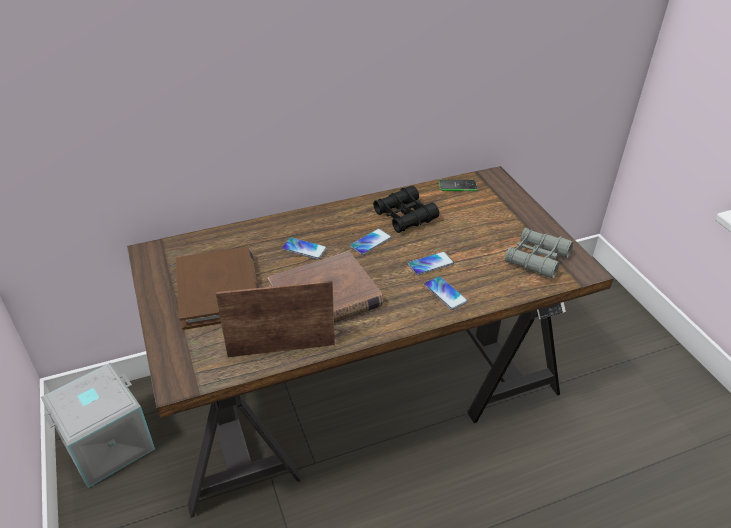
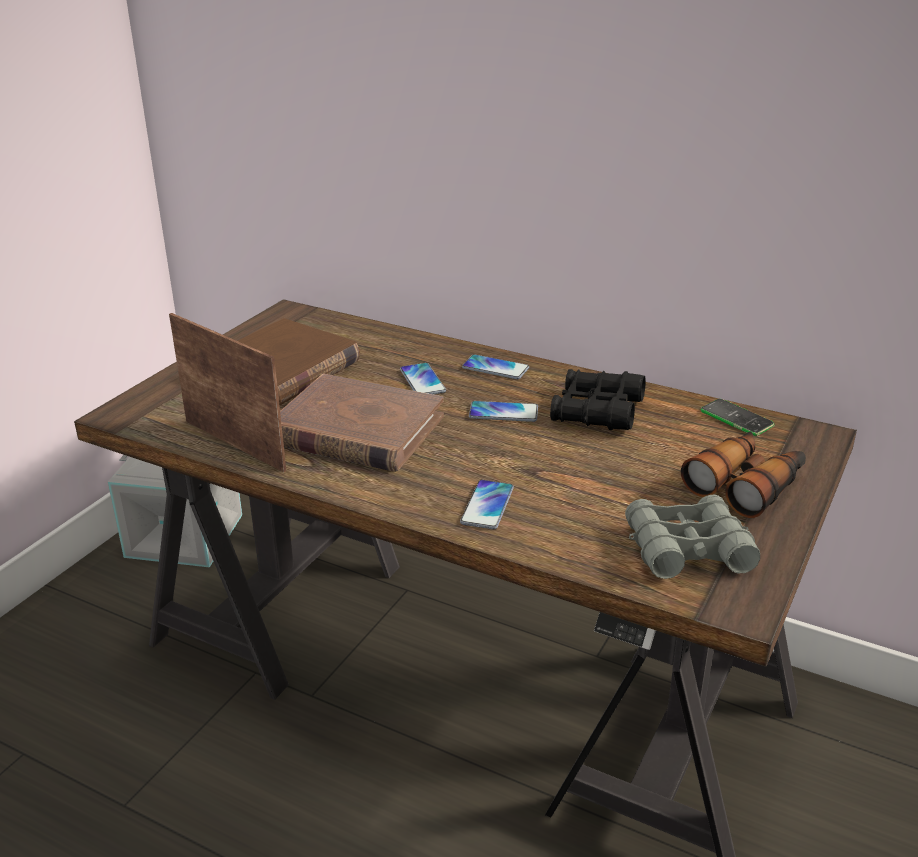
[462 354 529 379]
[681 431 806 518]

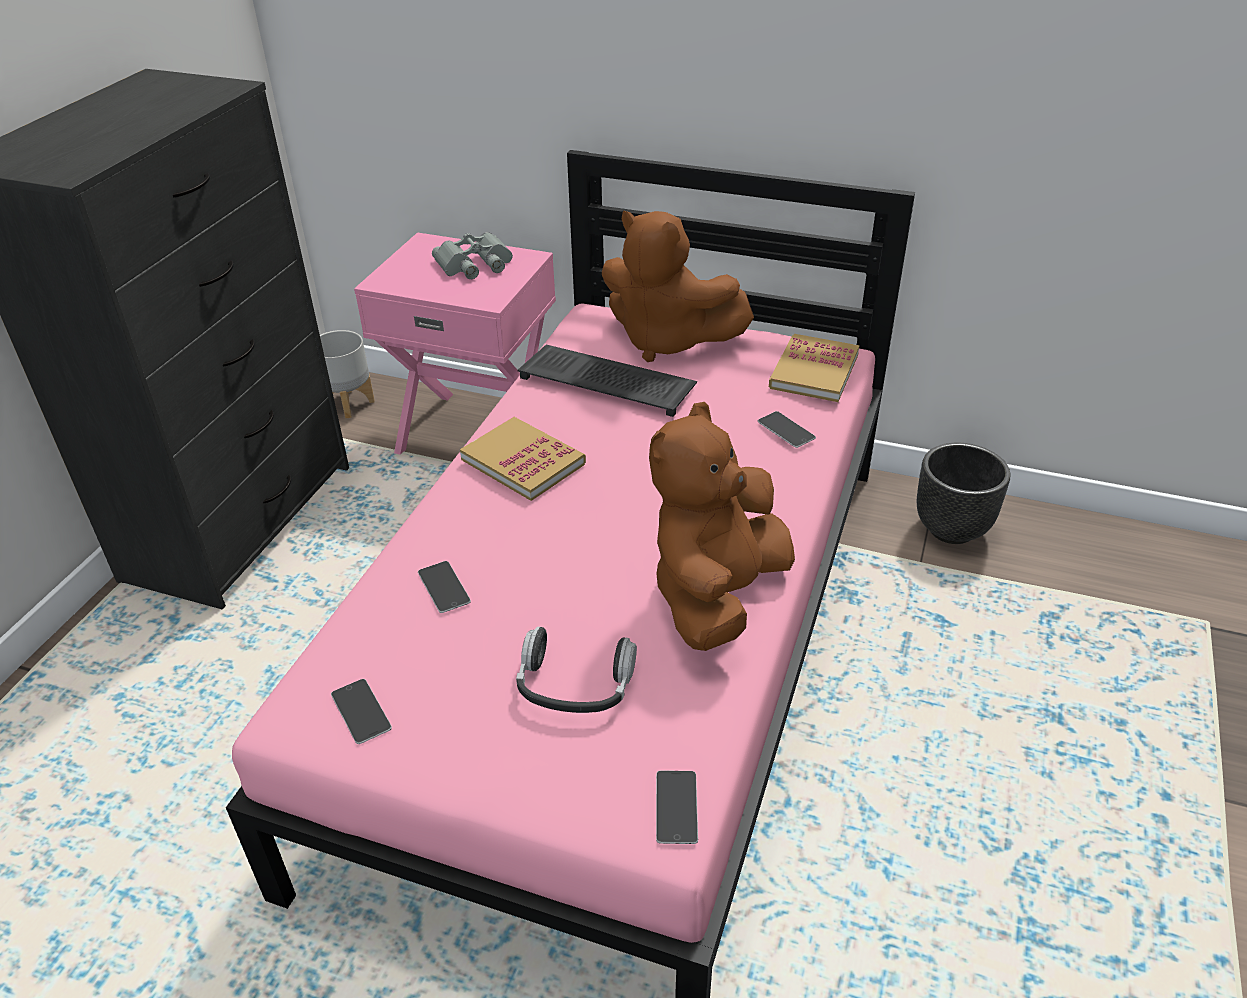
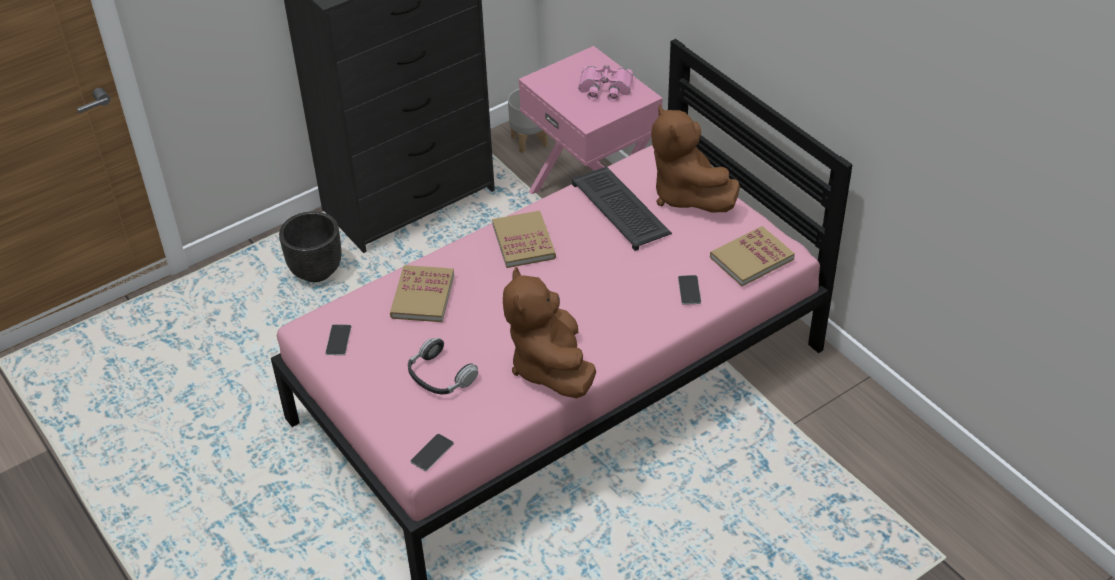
[578 65 633 102]
[503 267 596 399]
[279 211 341 282]
[390 265 454 322]

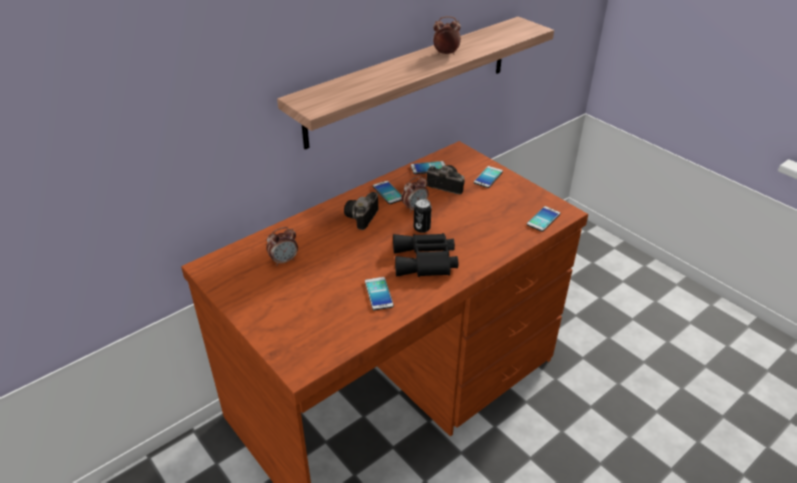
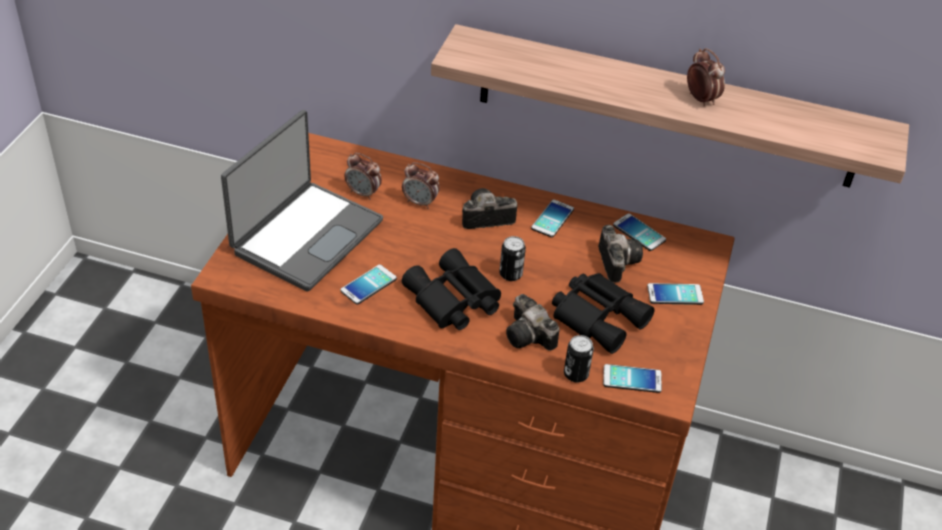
[402 162 440 209]
[221 110 383 292]
[552 273 655 354]
[506 294 559 351]
[564 335 594 382]

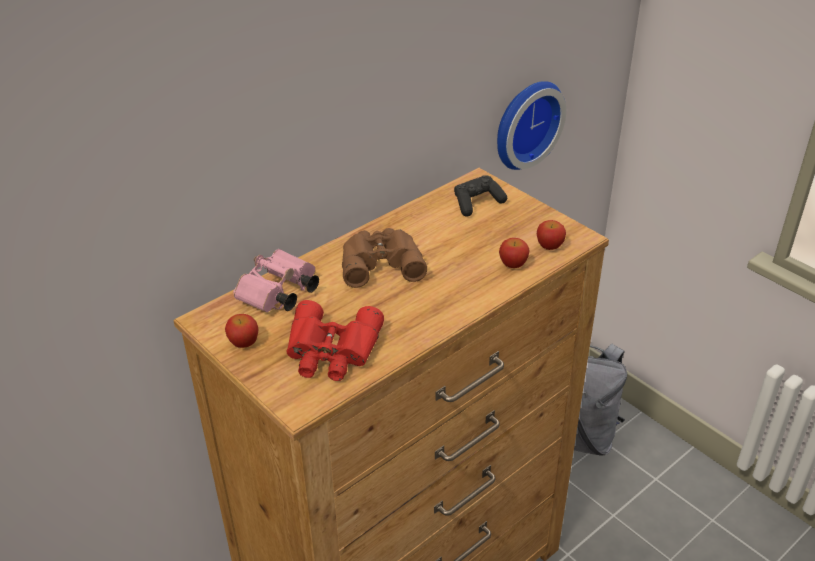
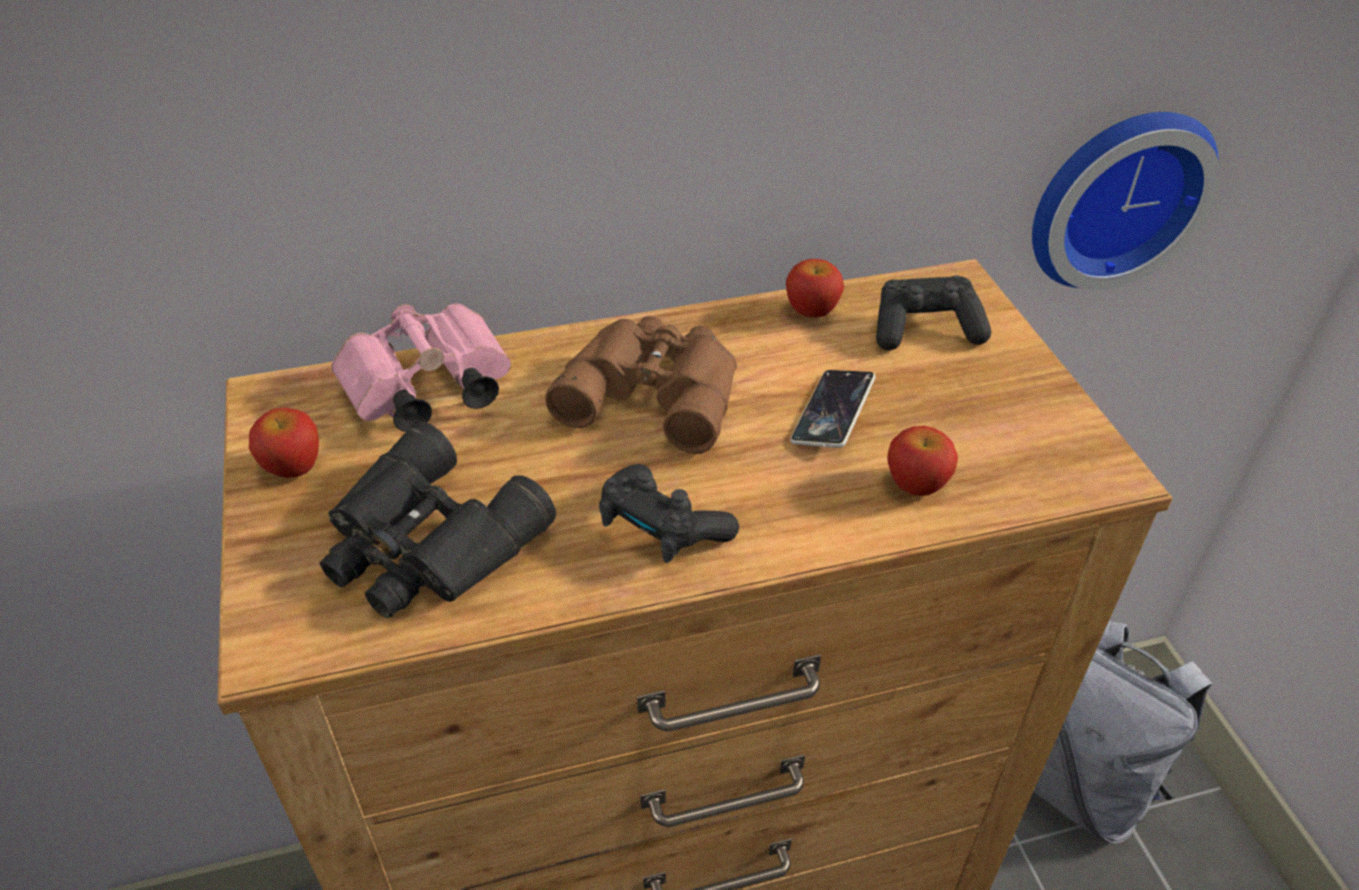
[786 259 844 318]
[319 421 556 618]
[790 370 876 448]
[599 464 739 563]

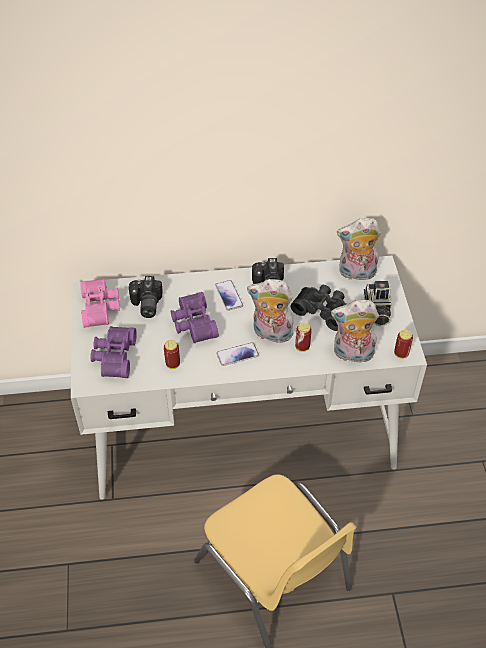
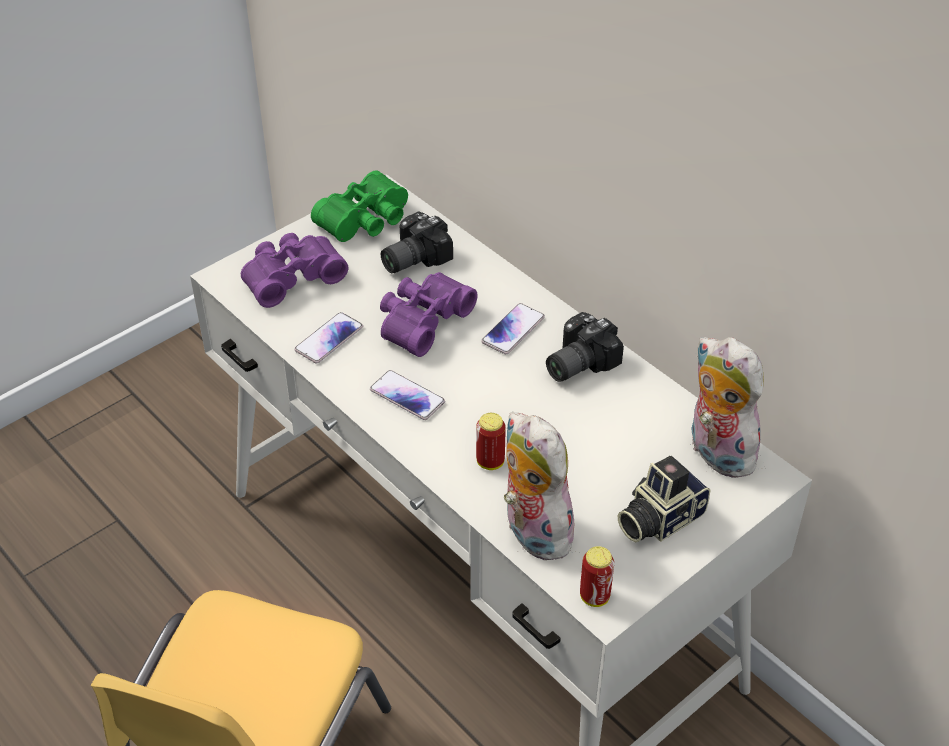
[311 170 408 242]
[247 279 294 343] (first image)
[291 285 347 331] (first image)
[294 312 363 363]

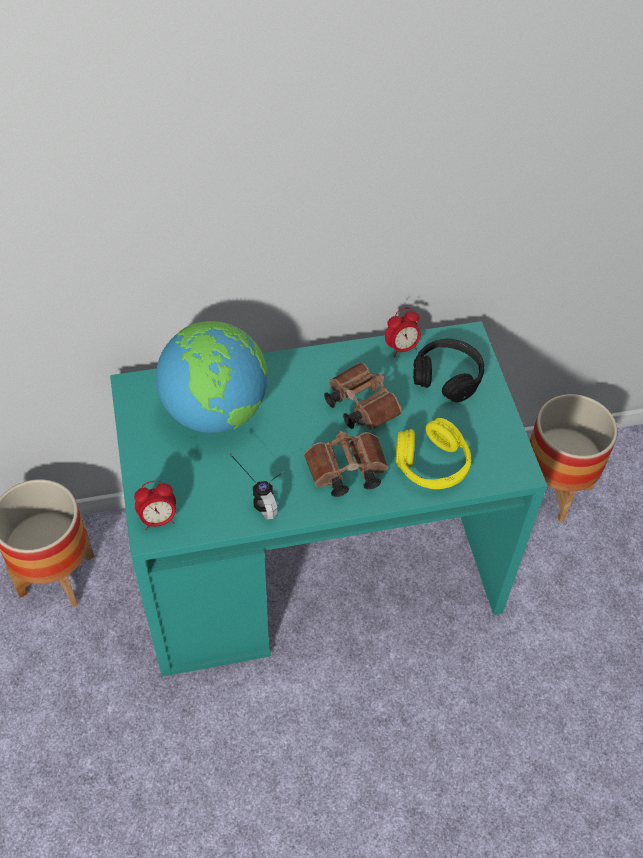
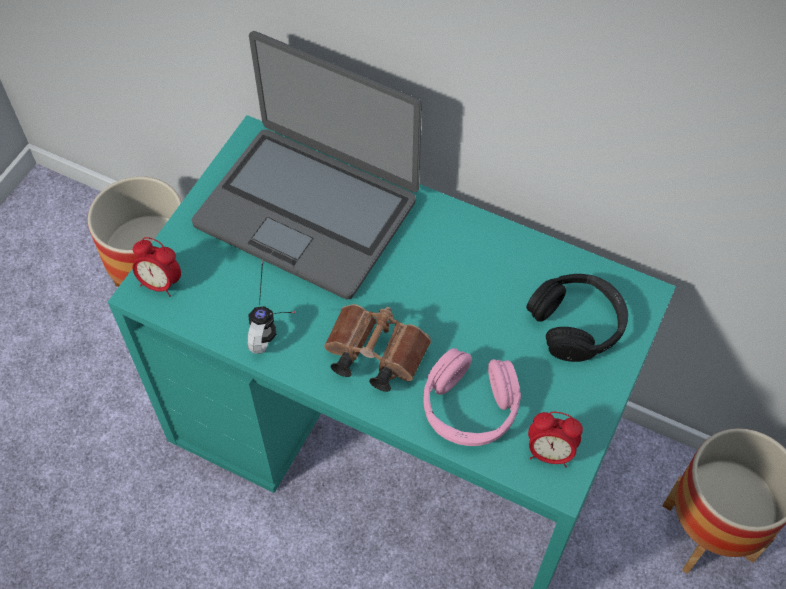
[528 412 583 467]
[192 31 422 300]
[324 363 402 430] (first image)
[423 348 521 446]

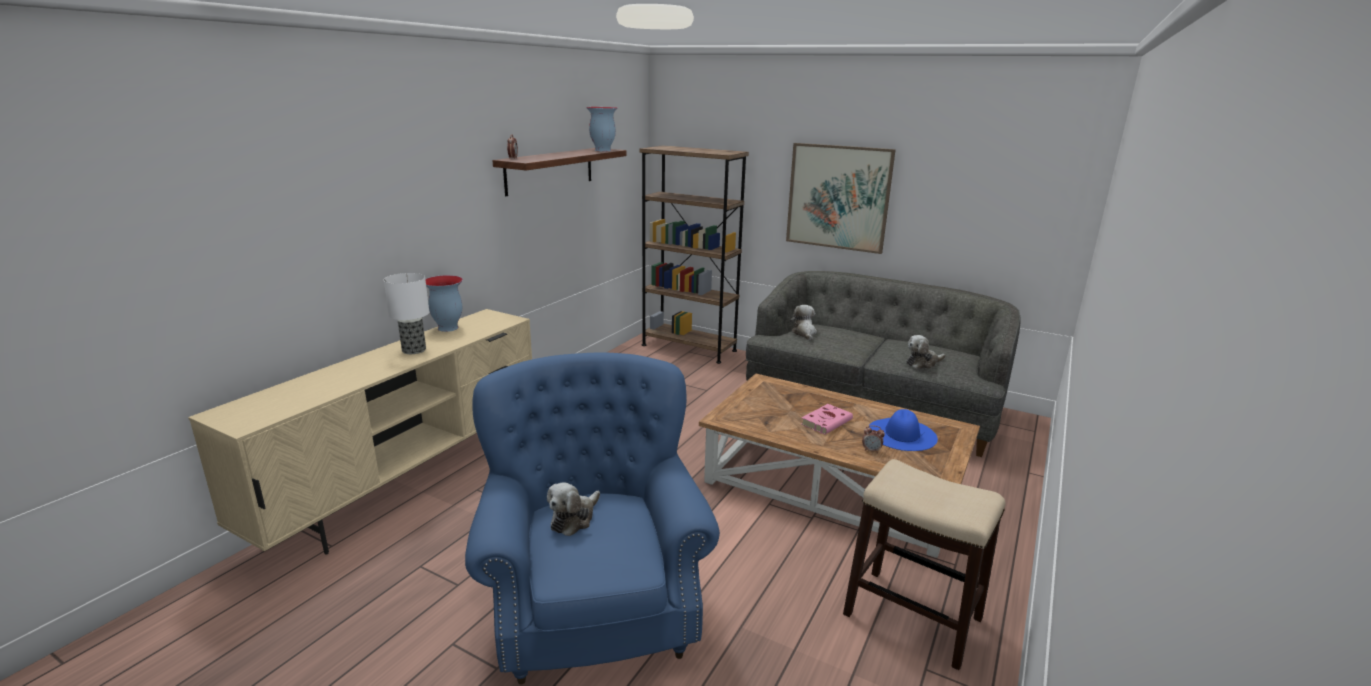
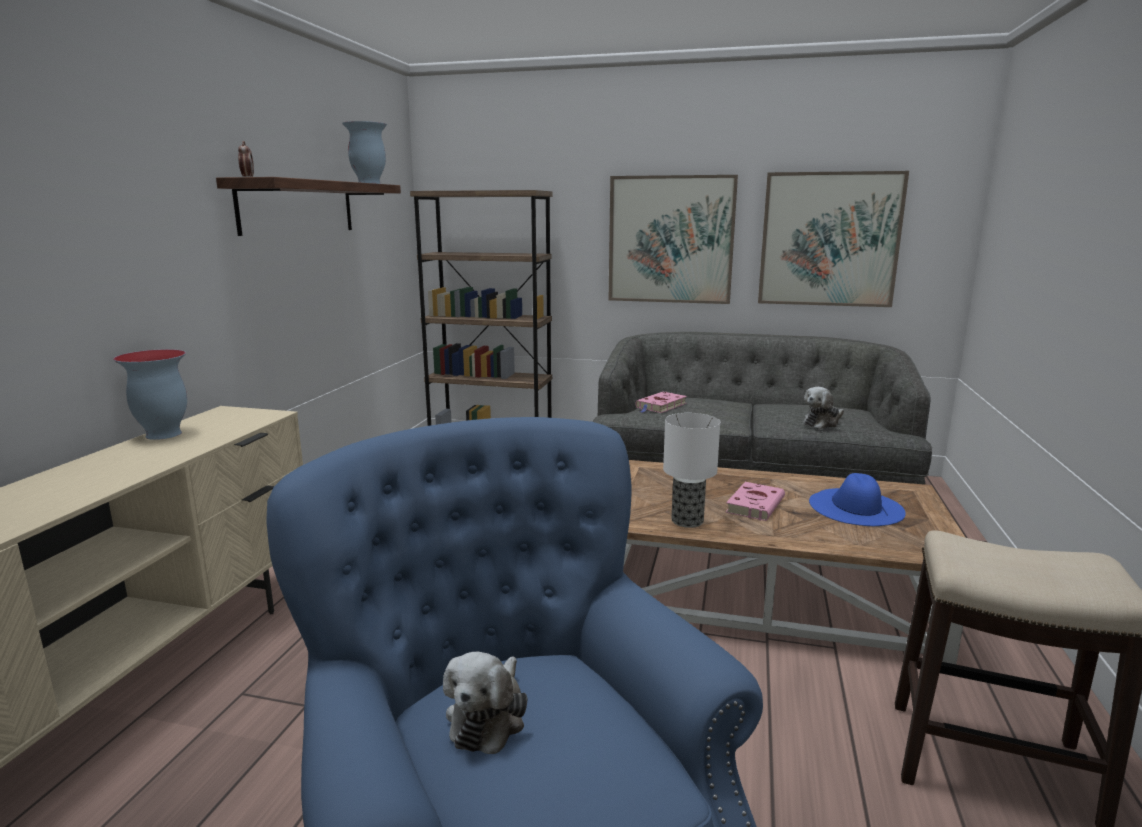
[663 413 720 528]
[635 392 687 413]
[862 425 885 453] (first image)
[758 171 909 307]

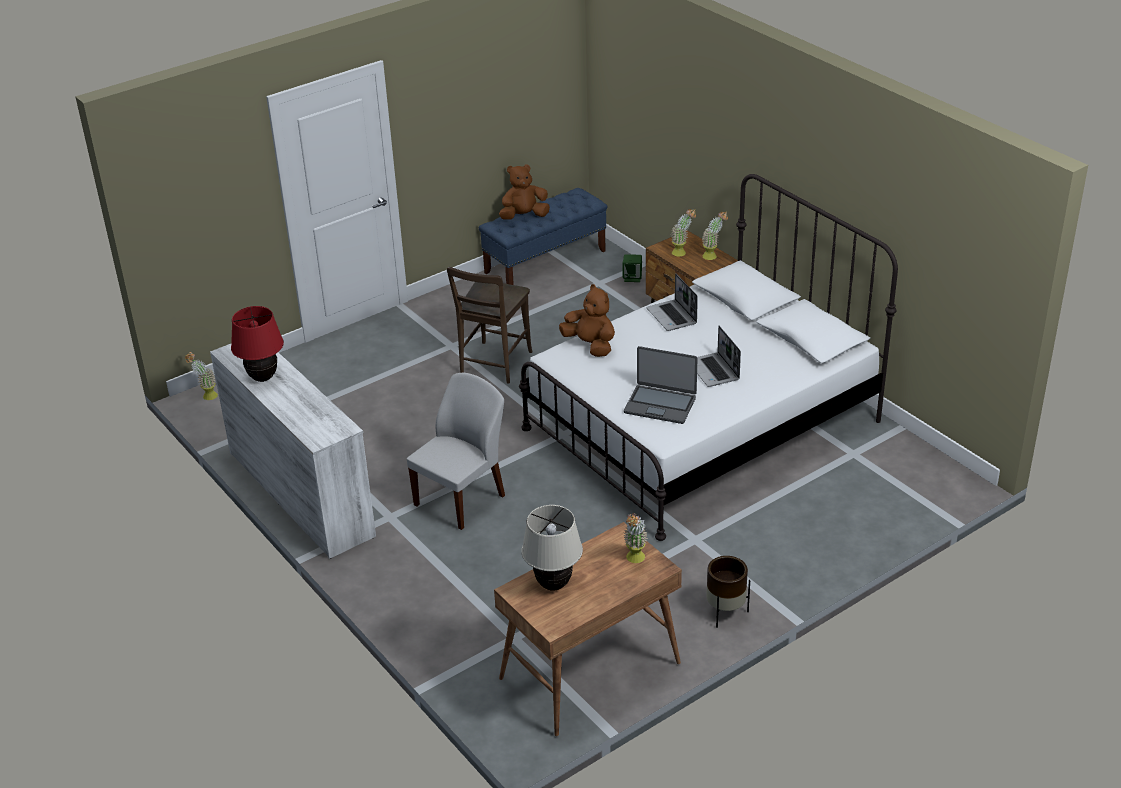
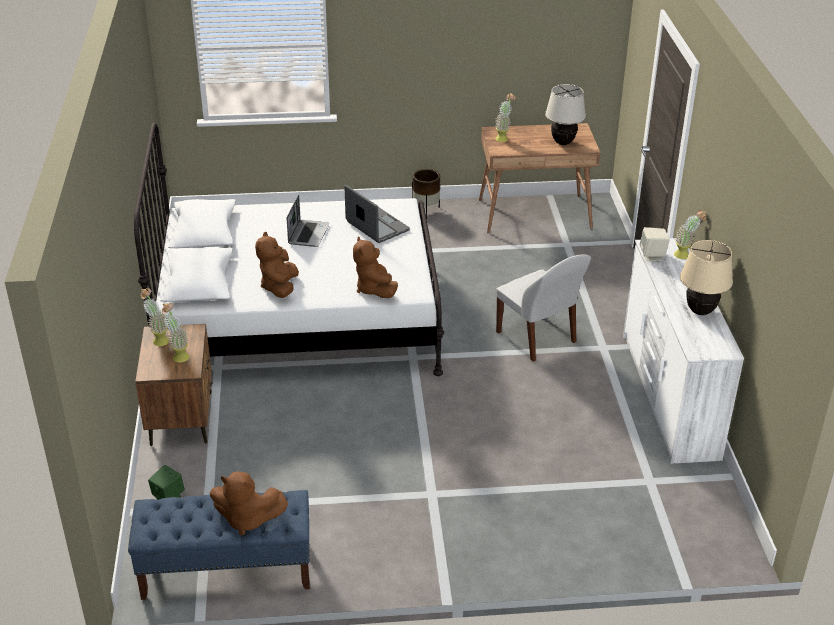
[447 267 533 384] (first image)
[255 232 299 298]
[680 240 733 315]
[674 210 706 259]
[496 254 591 362]
[639 227 670 261]

